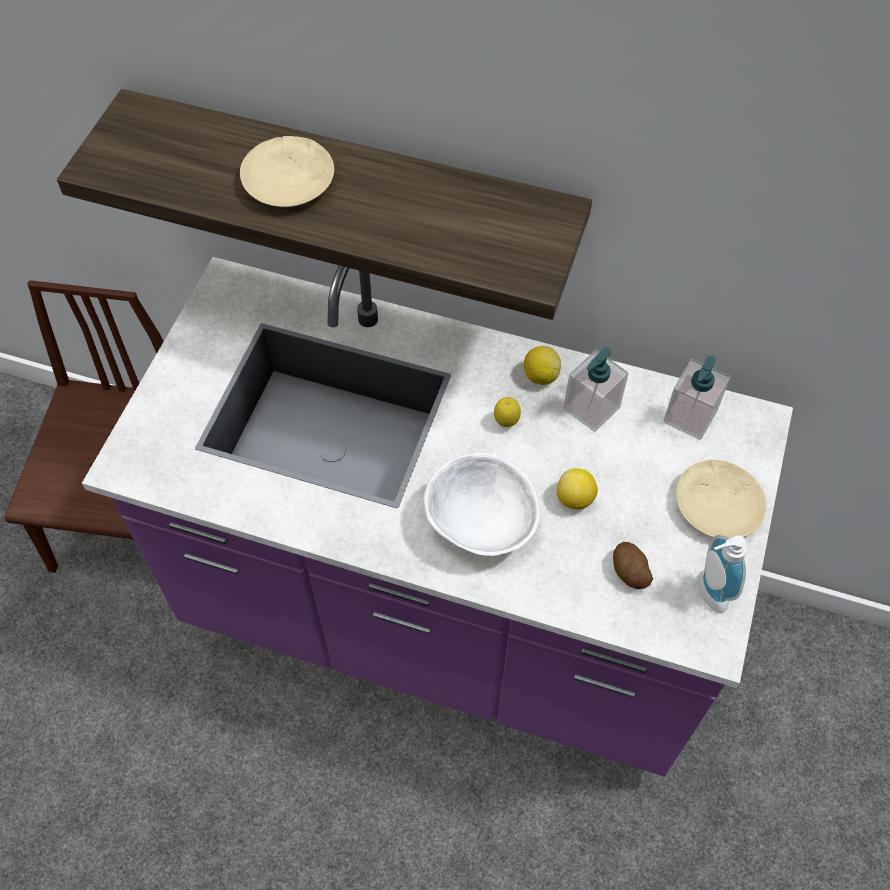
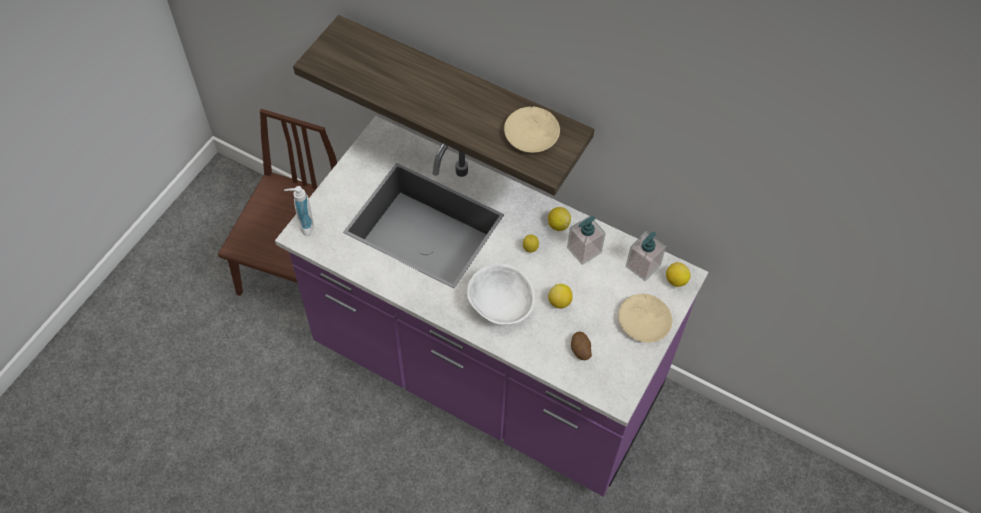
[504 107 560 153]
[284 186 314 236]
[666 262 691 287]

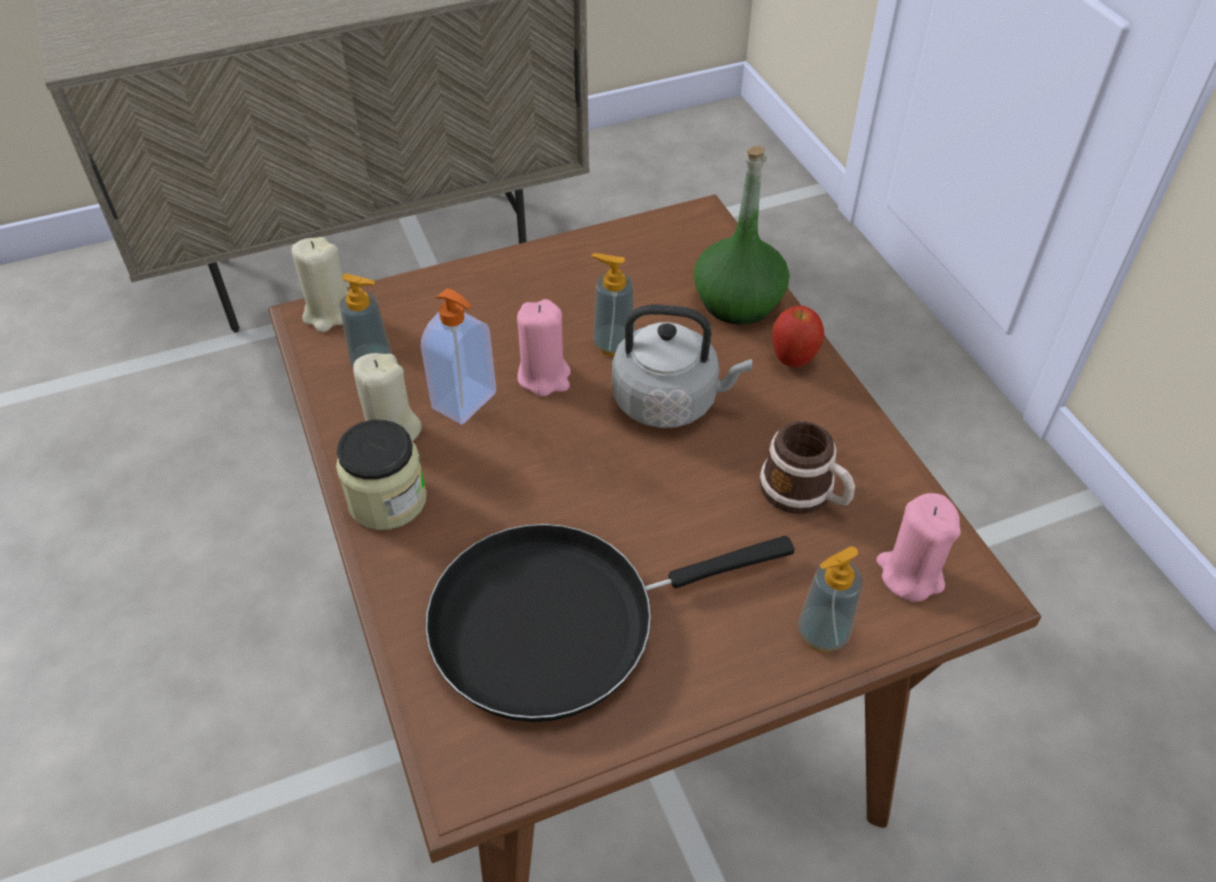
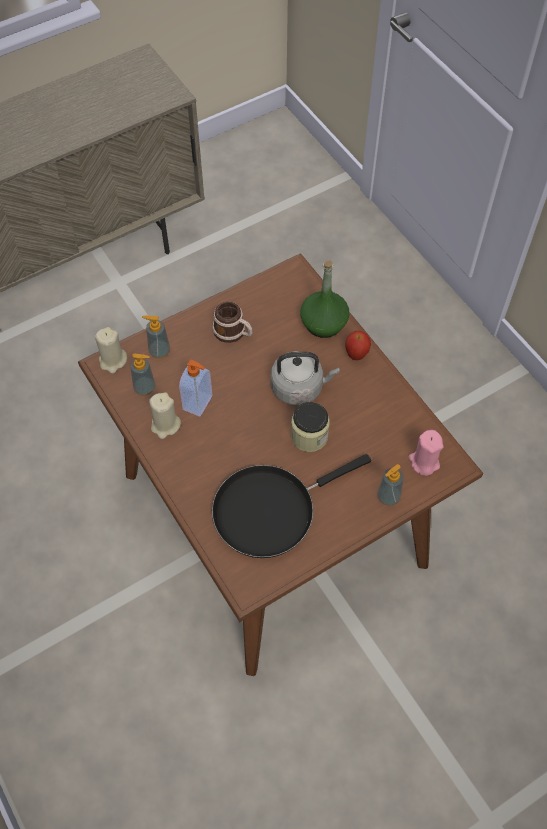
[142 316 170 359]
[517 299 571 396] (first image)
[291 402 330 452]
[212 302 253 343]

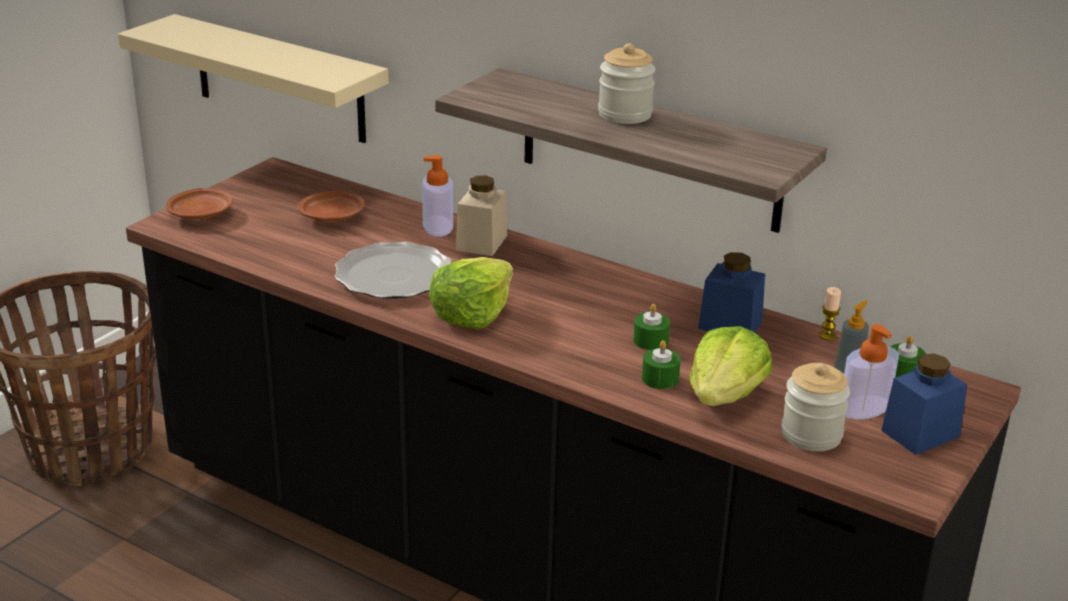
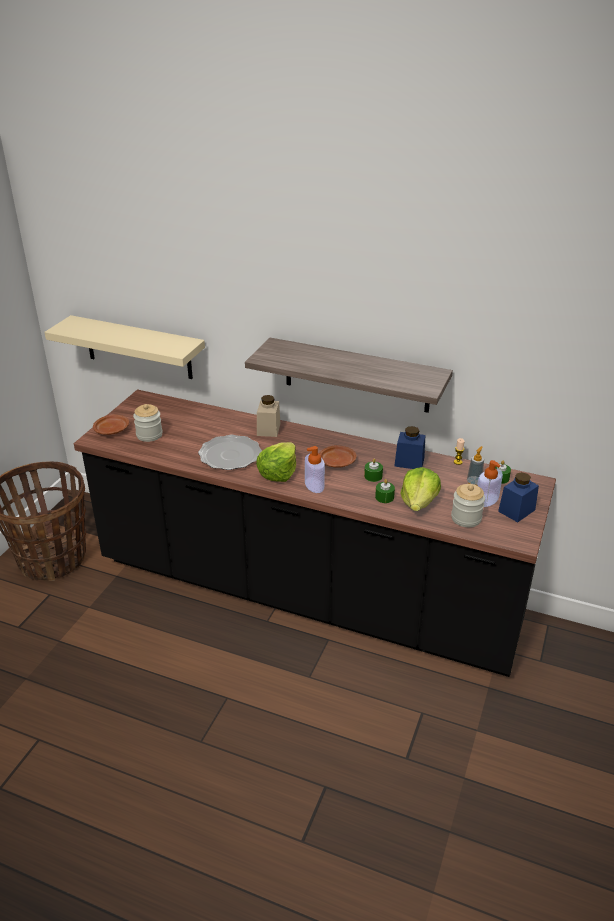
[133 404 163 442]
[305 446 325 493]
[319 445 356 468]

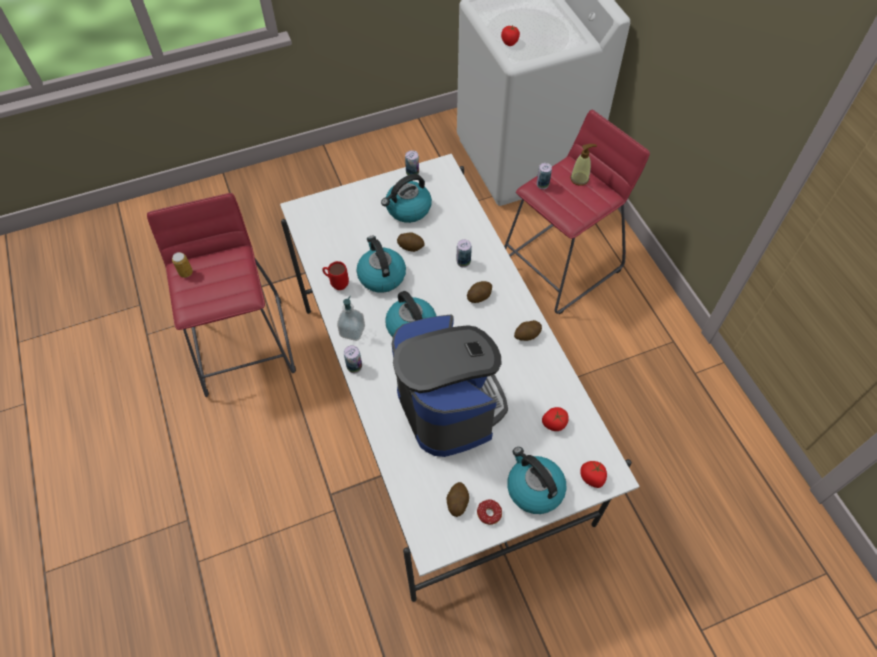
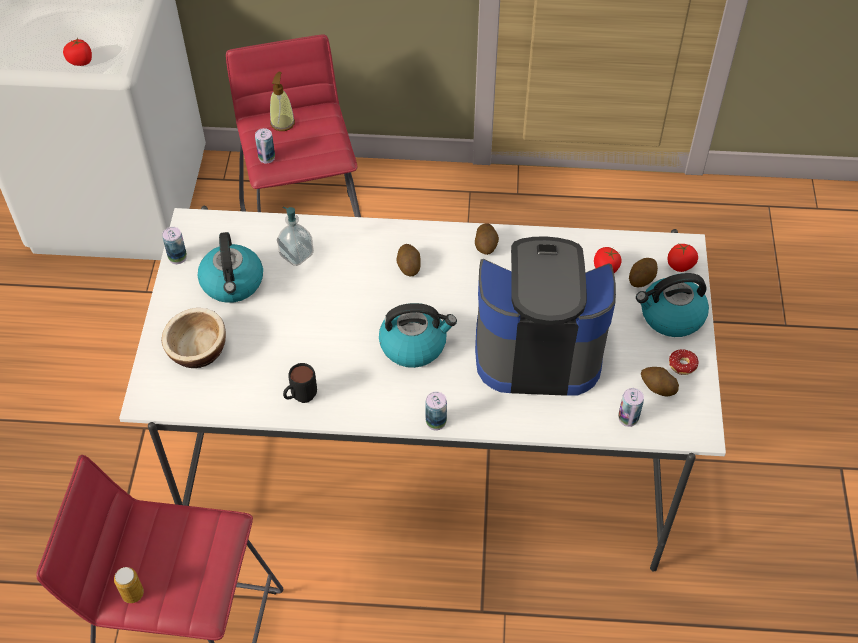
[629 258 658 287]
[357 236 406 293] (first image)
[618 388 644 427]
[283 363 317 403]
[277 207 314 266]
[162 308 226 368]

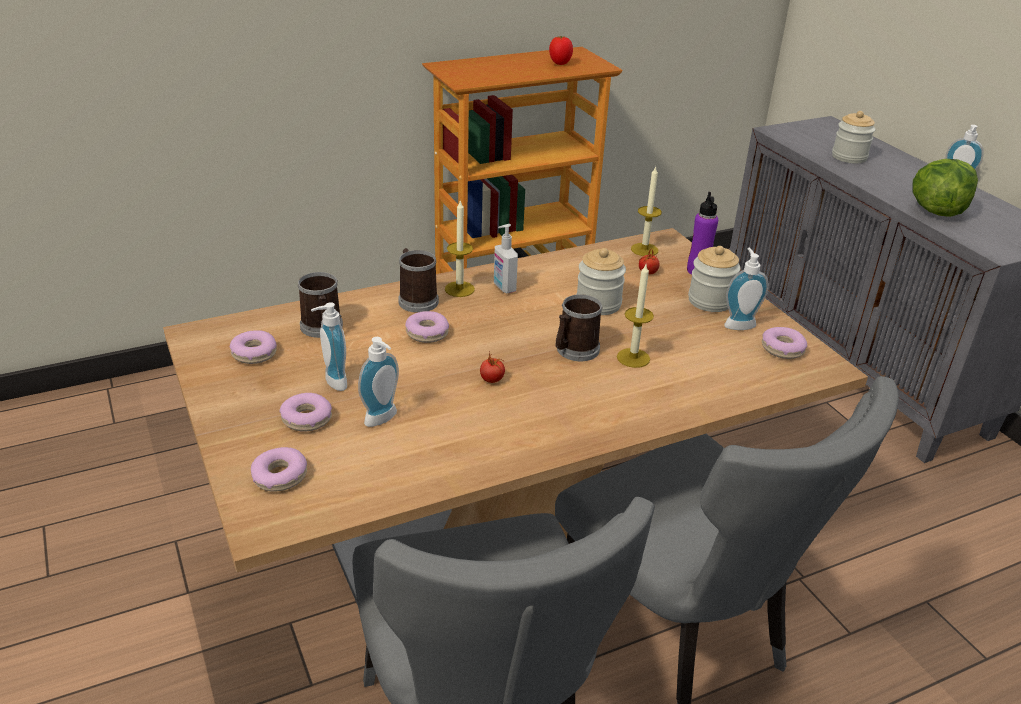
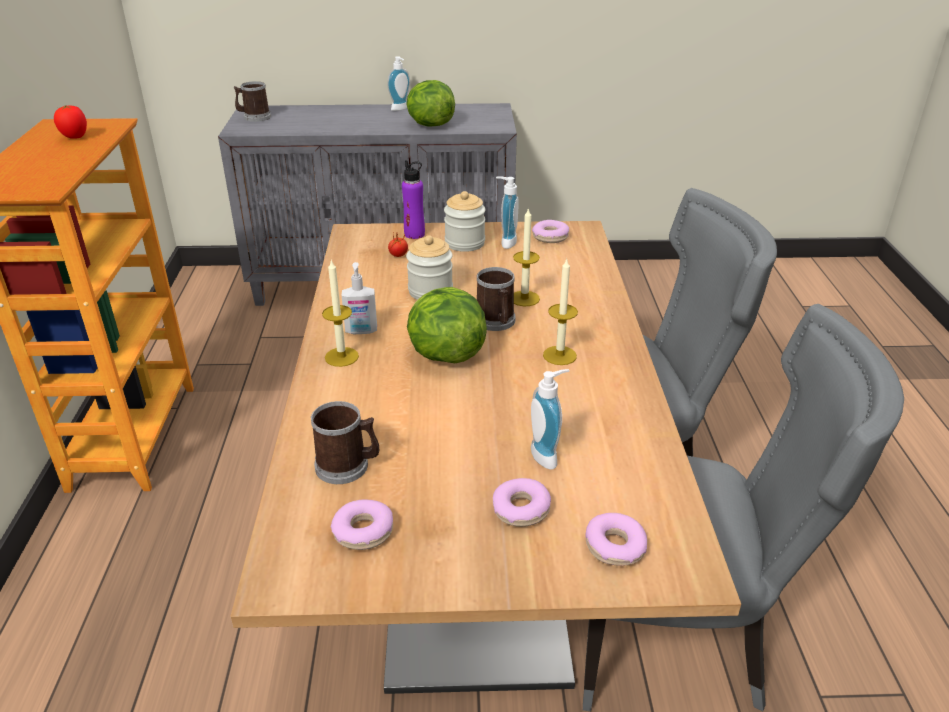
[832 111 875 163] (first image)
[543 259 578 365]
[234 81 271 122]
[311 302 347 391] (first image)
[405 311 449 343] (first image)
[480 351 505 383] (first image)
[407 287 487 363]

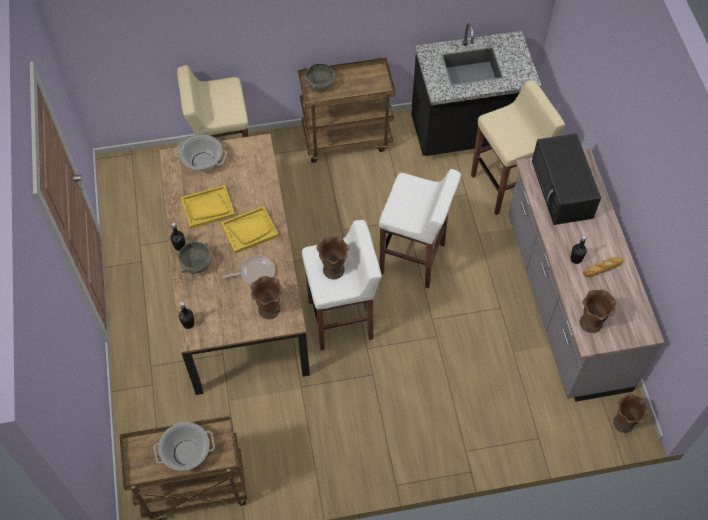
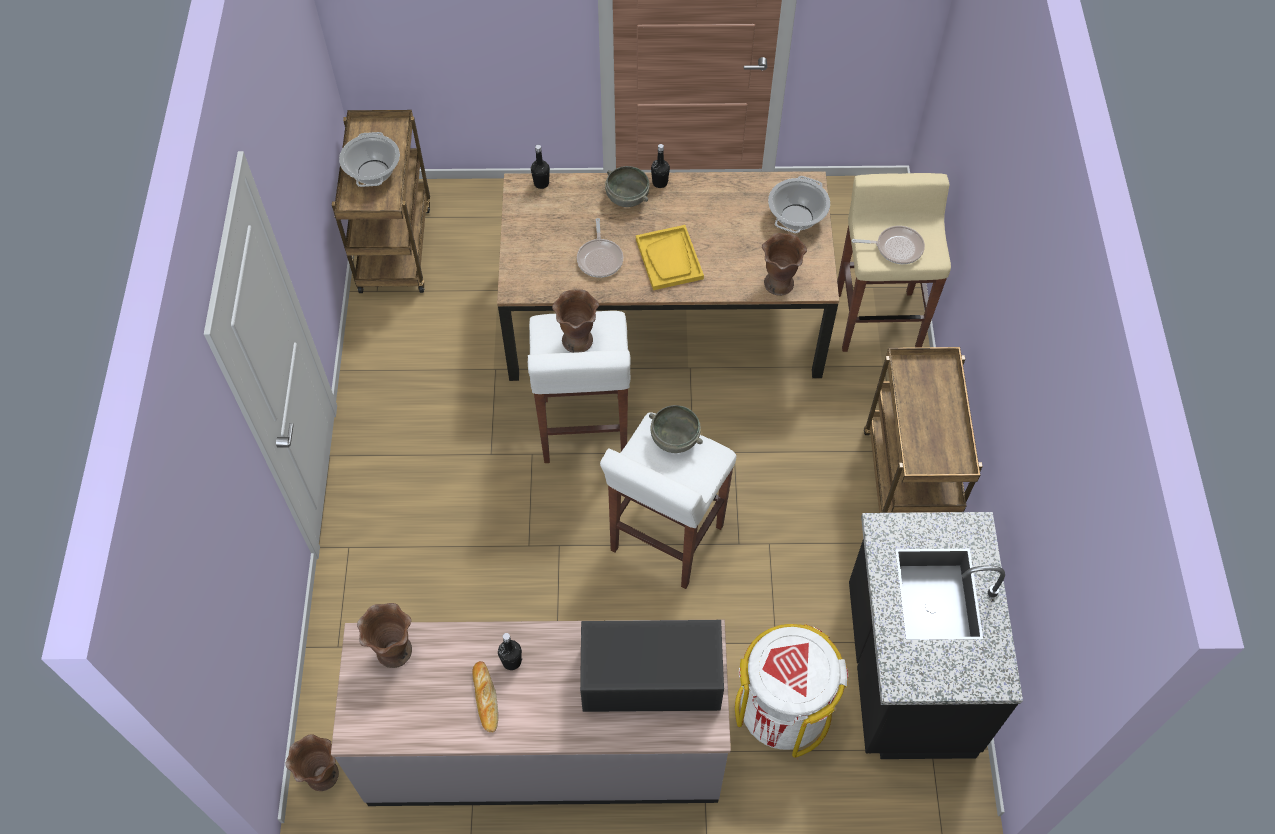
[649 405 703 453]
[735 624 848 758]
[180 185 235 229] (first image)
[762 233 807 296]
[852 226 925 264]

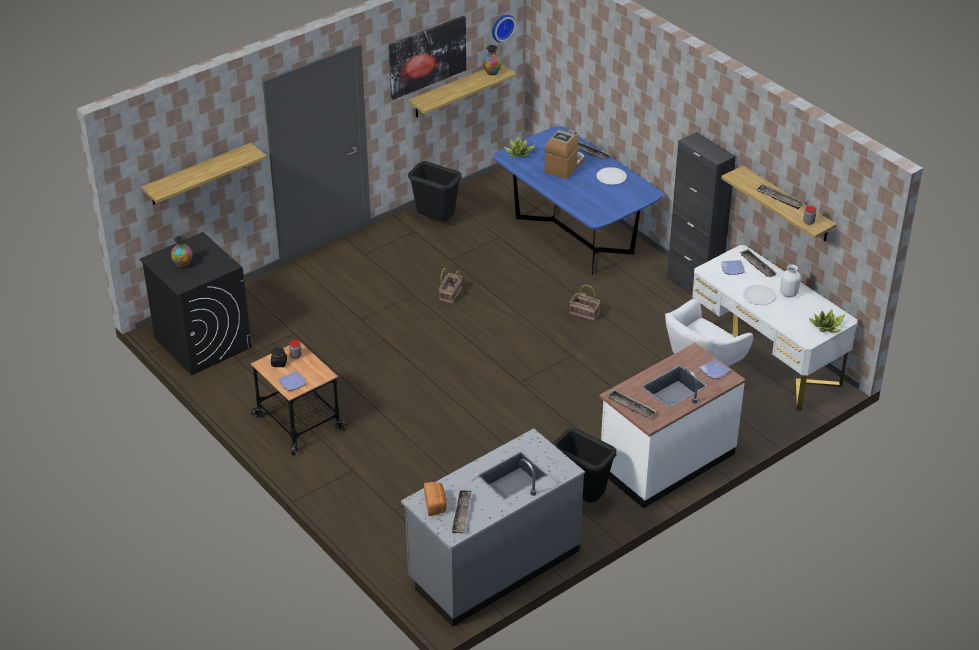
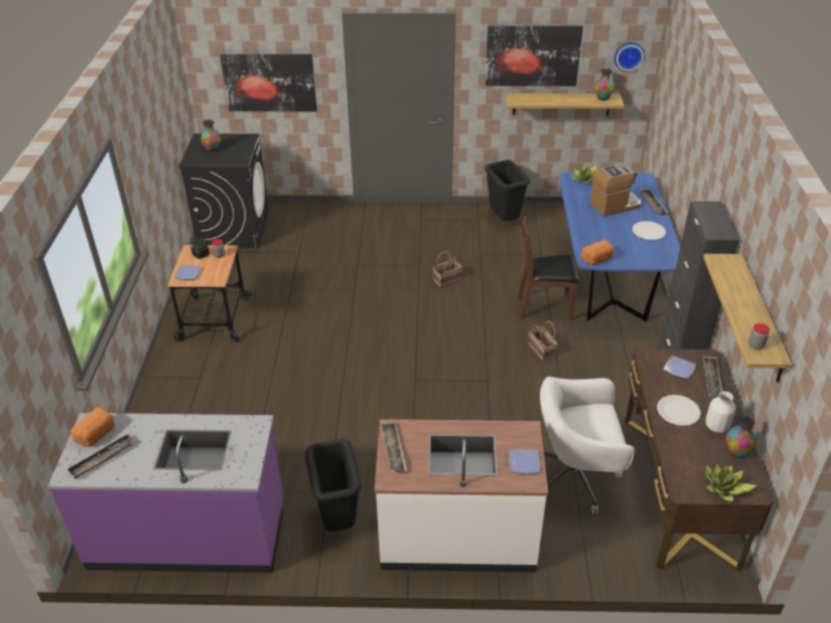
[220 54 317 112]
[756 184 805 210] (first image)
[625 349 775 571]
[48 413 284 573]
[517 216 579 320]
[581 240 614 265]
[726 416 757 459]

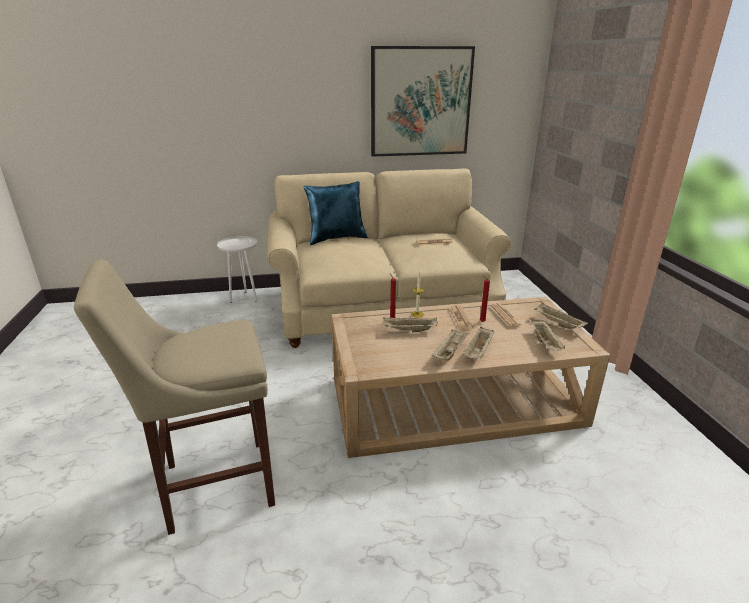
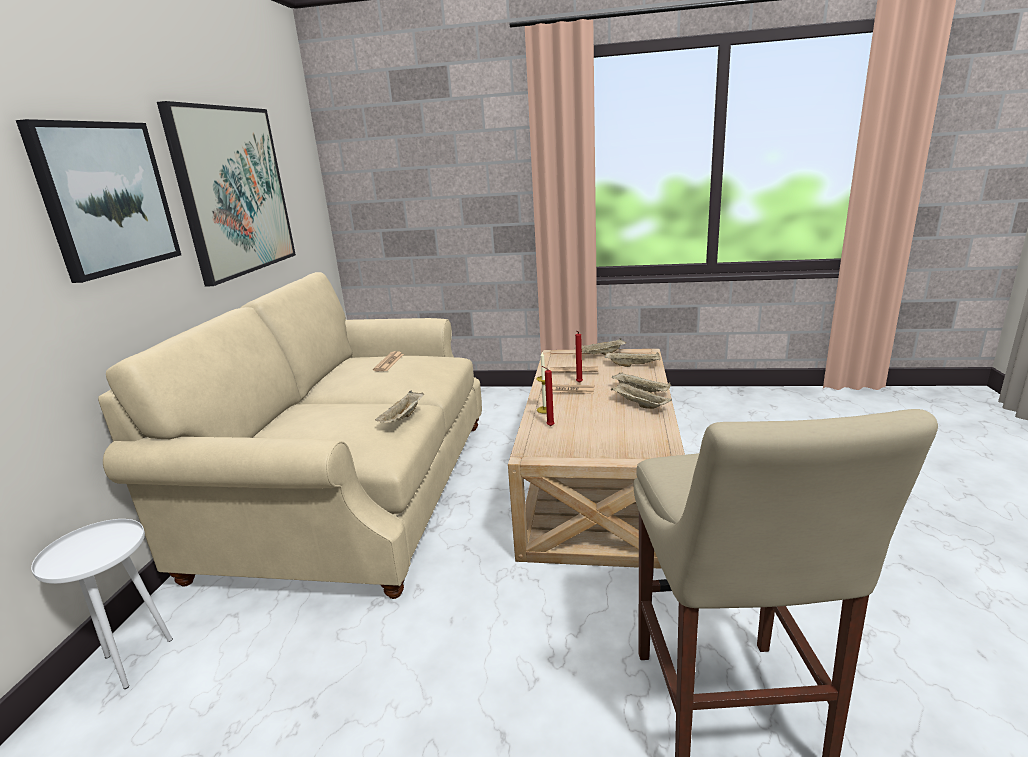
[304 181 368 245] (first image)
[375 391 424 423]
[16 119 181 283]

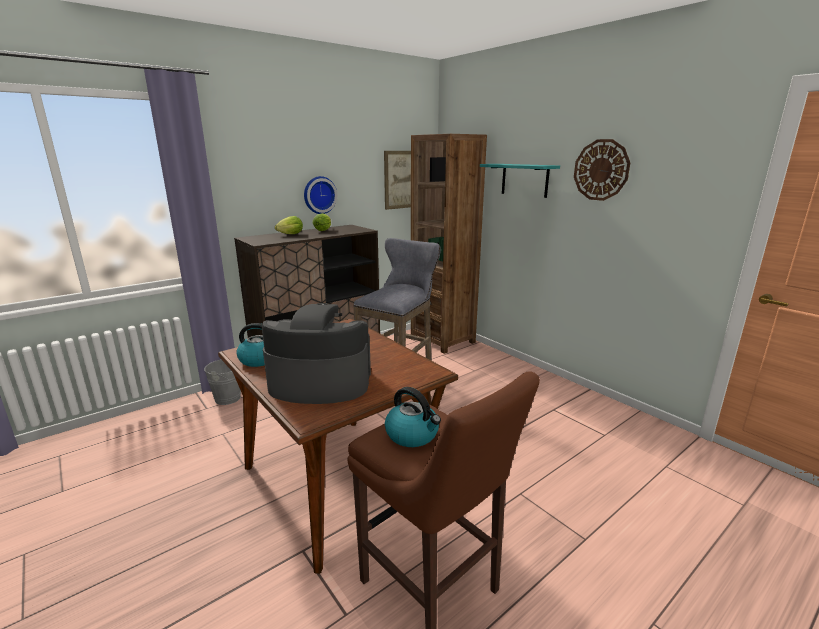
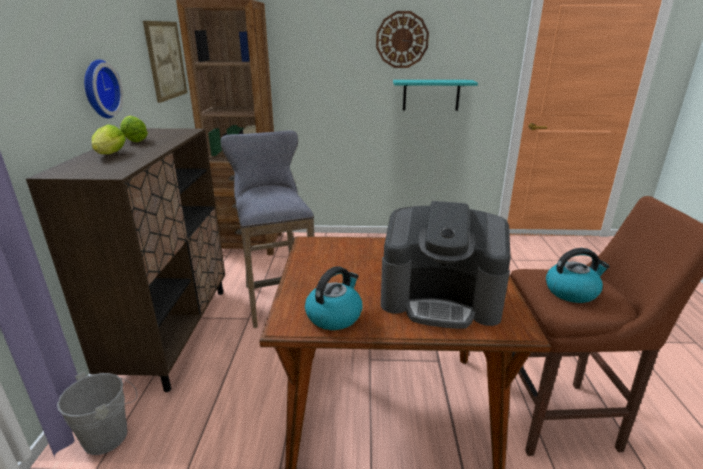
[393 80 478 111]
[381 201 511 329]

